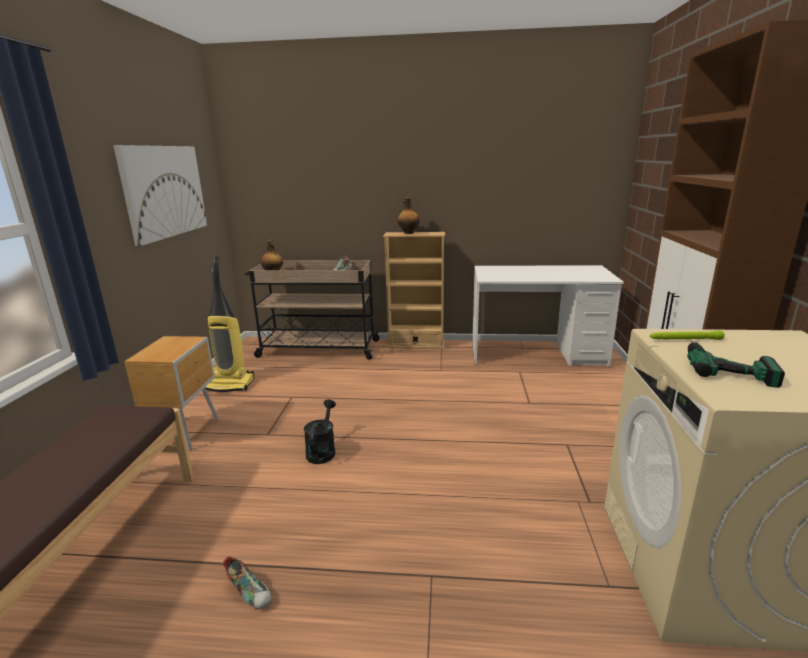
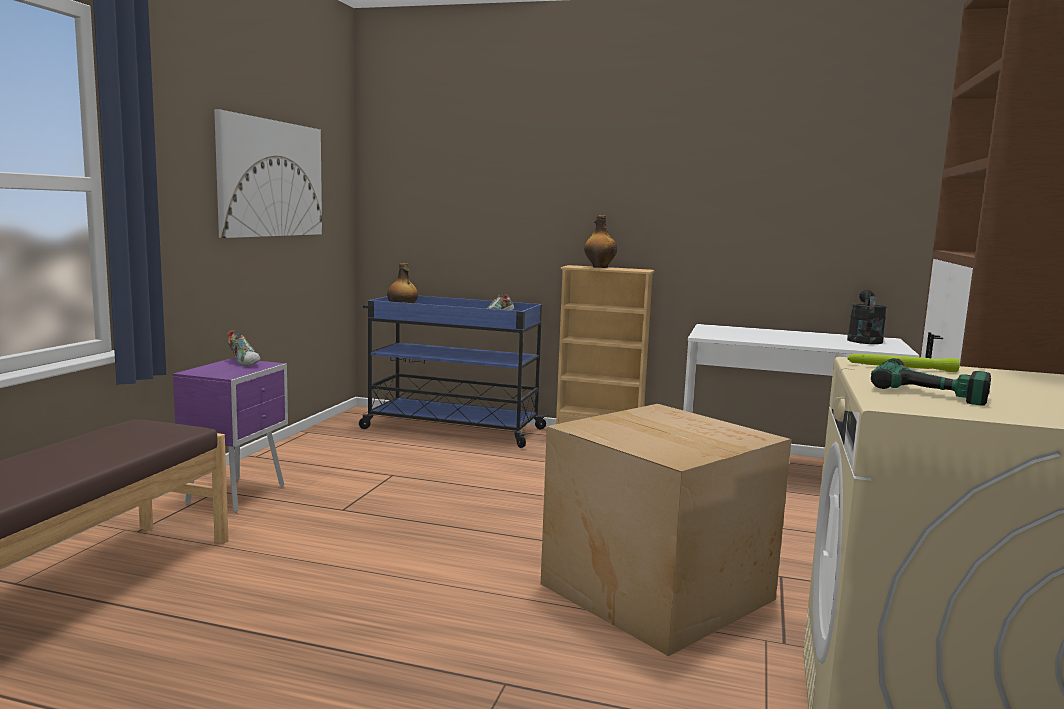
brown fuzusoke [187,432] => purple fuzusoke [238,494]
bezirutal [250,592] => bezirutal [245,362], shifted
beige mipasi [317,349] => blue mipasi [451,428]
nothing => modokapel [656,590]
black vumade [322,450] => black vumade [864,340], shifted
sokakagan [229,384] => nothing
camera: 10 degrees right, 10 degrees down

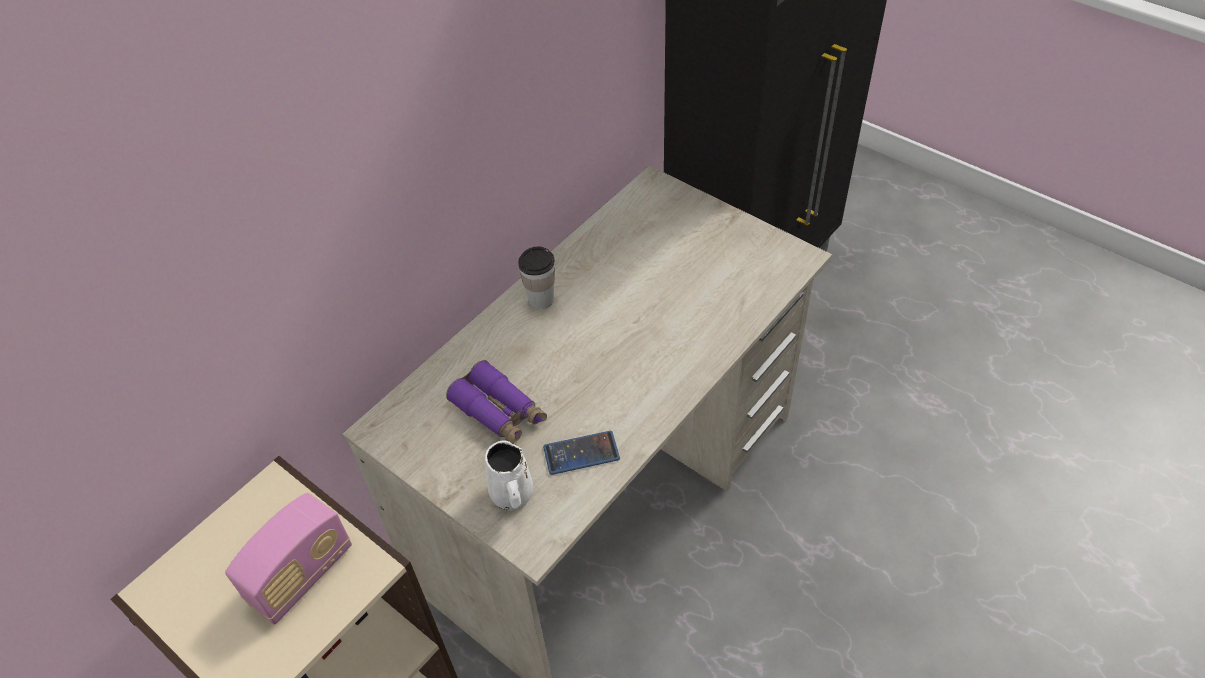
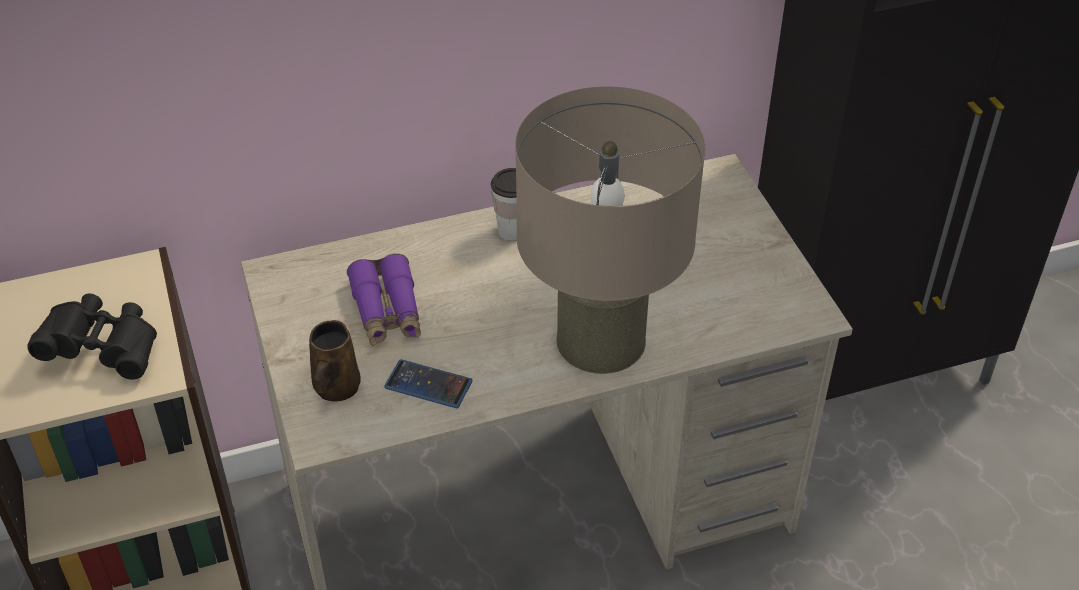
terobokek [302,575] => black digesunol [104,350]
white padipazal [512,496] => brown padipazal [335,388]
nothing => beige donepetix [600,340]
camera: 30 degrees right, 5 degrees down

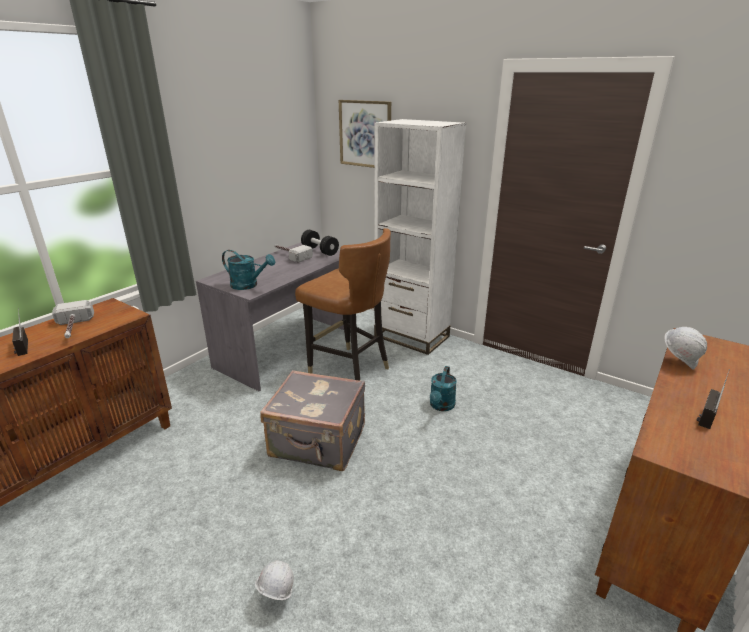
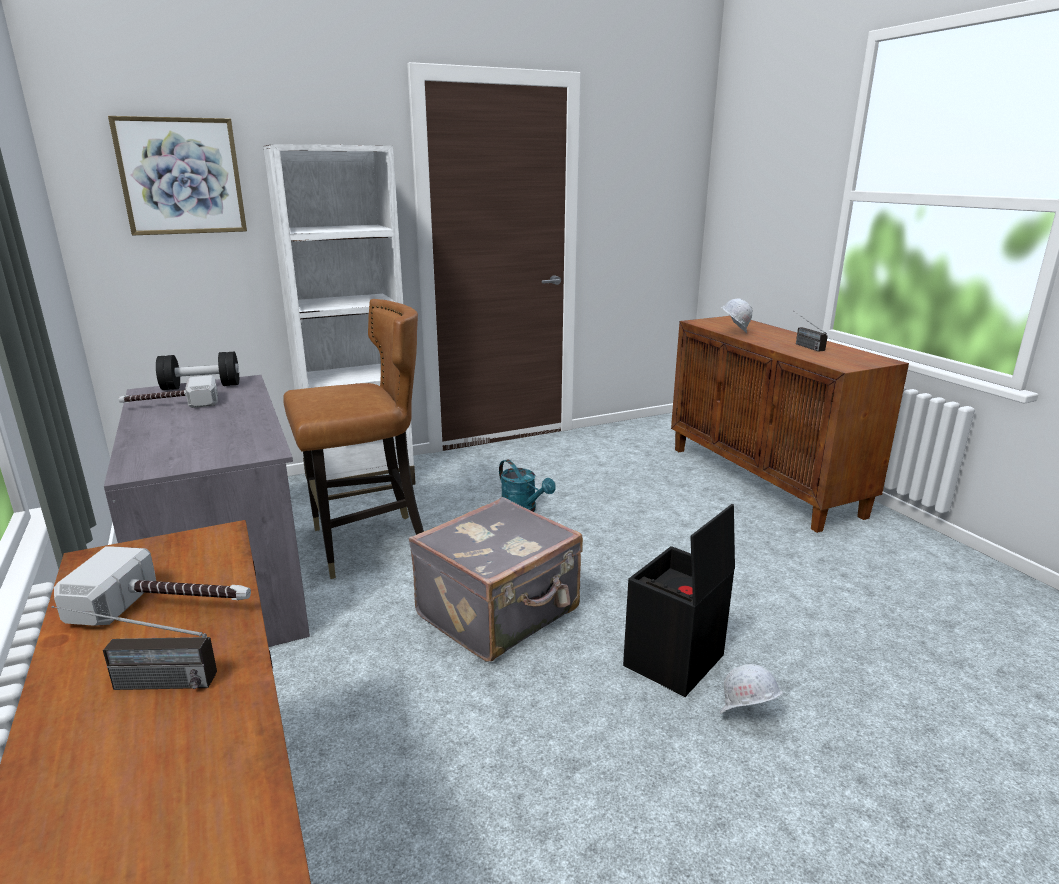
nothing => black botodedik [674,662]
turquoise vumade [248,285] => nothing
camera: 60 degrees left, 5 degrees down

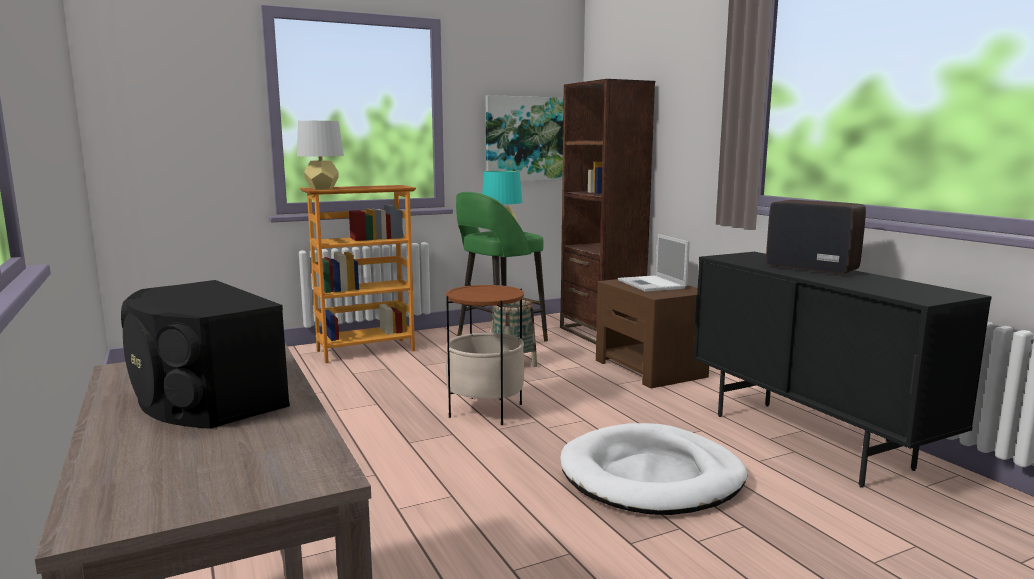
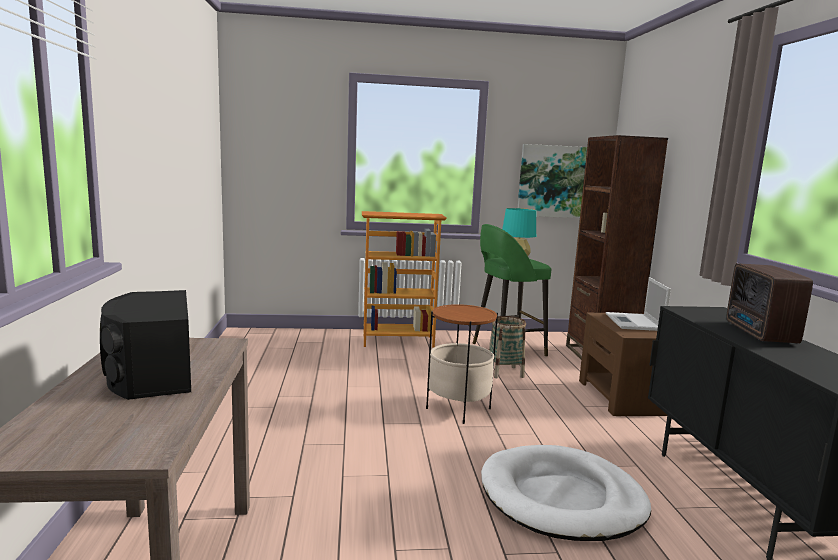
terobokek [810,268] => terobokek [760,333], 150 degrees counterclockwise
grey donepetix [322,189] => nothing
camera: 20 degrees right, 0 degrees up

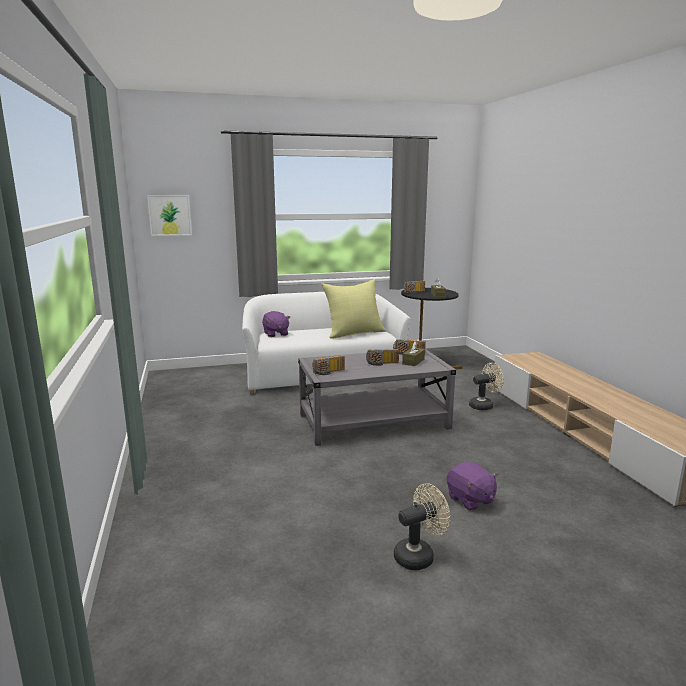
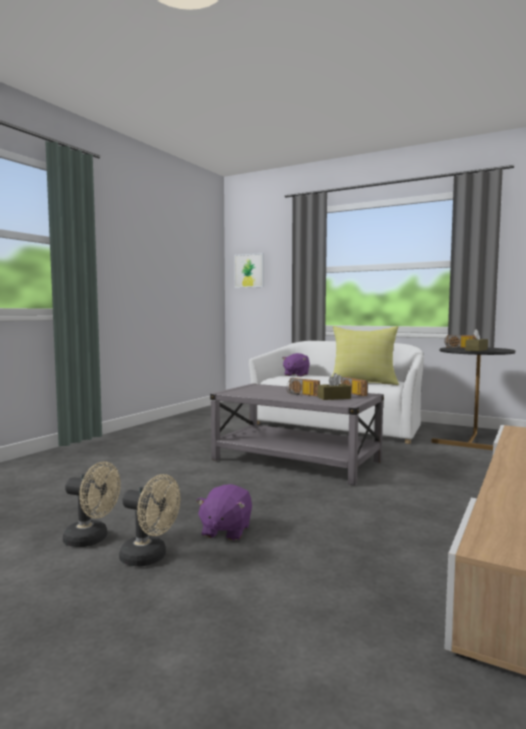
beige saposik [484,405] => beige saposik [150,558], shifted
terobokek [329,372] => nothing
camera: 45 degrees right, 10 degrees down

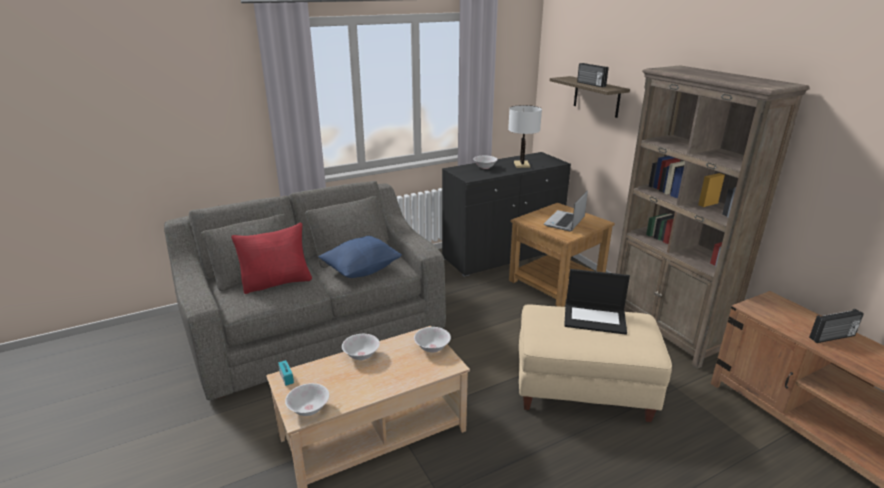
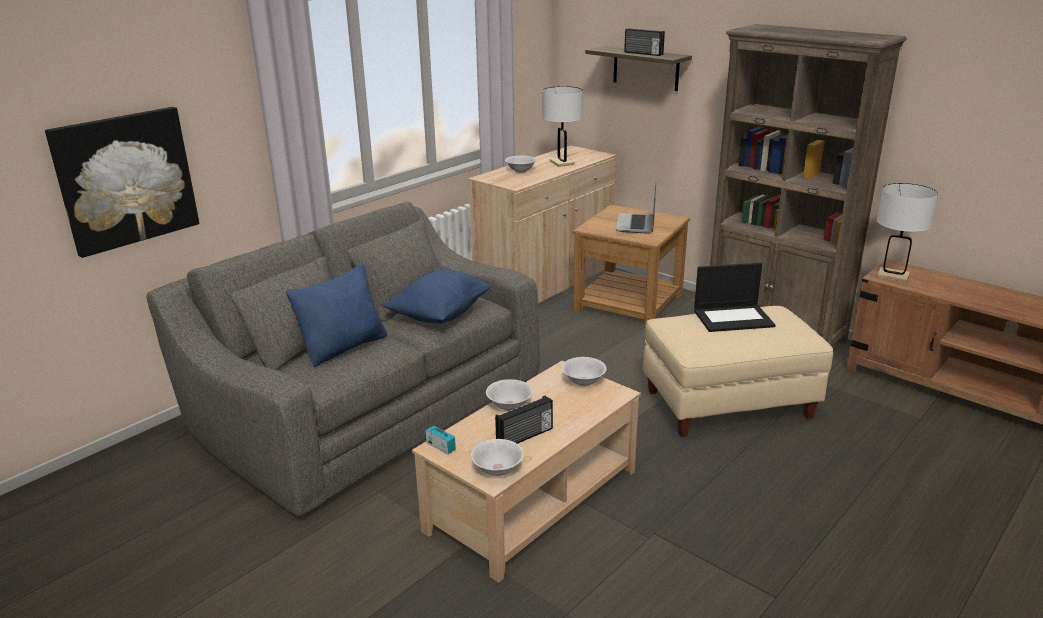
nothing => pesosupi [126,179]
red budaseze [277,282] => blue budaseze [344,347]
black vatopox [502,255] => beige vatopox [546,283]
terobokek [833,337] => terobokek [525,437], shifted
nothing => white donepetix [893,276]
camera: 20 degrees left, 0 degrees up

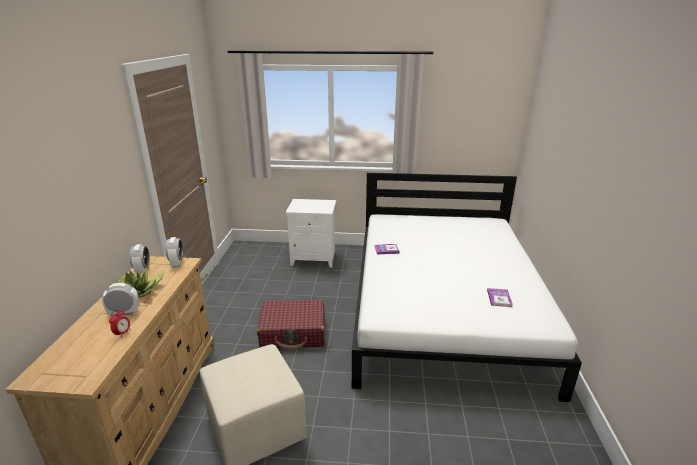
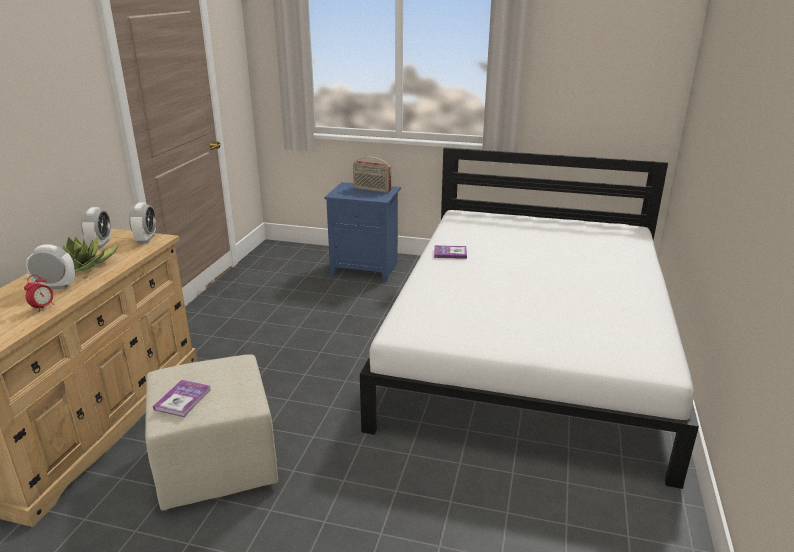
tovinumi [499,298] => tovinumi [183,399], shifted
white fuzusoke [314,258] => blue fuzusoke [366,268]
nothing => terobokek [371,189]
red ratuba [293,332] => nothing
camera: 10 degrees right, 0 degrees up

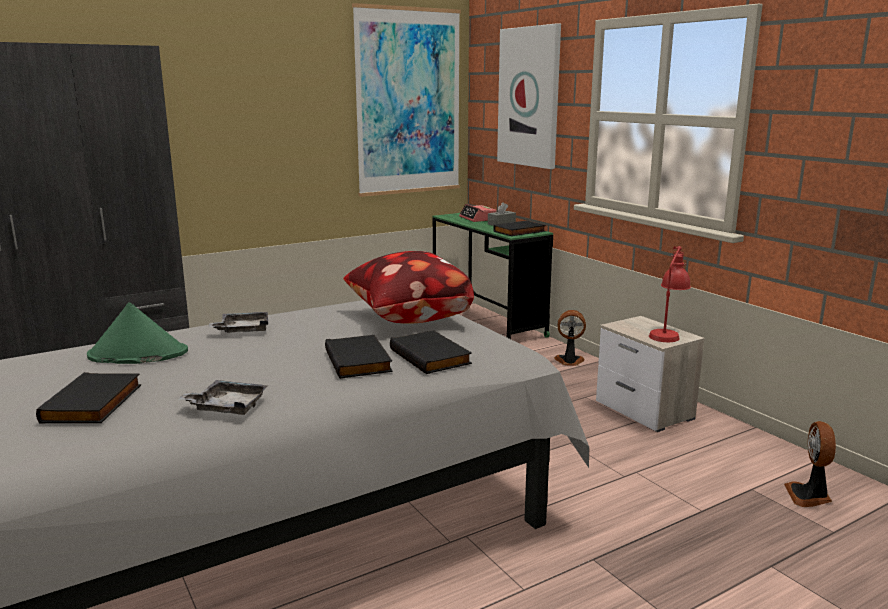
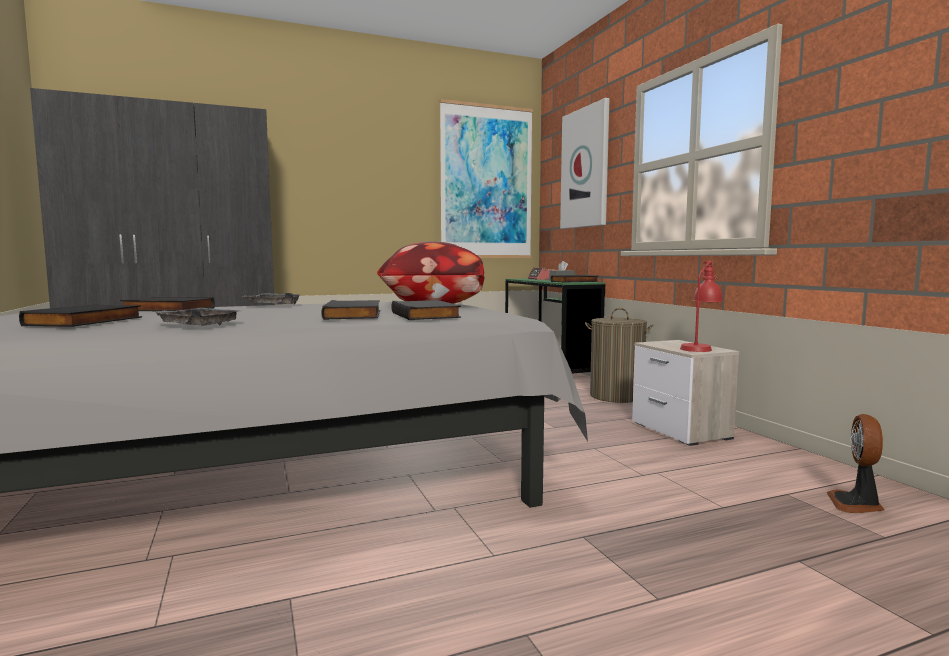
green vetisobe [137,354] => black tovinumi [167,310]
saposik [569,361] => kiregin [616,396]
camera: 10 degrees right, 10 degrees down

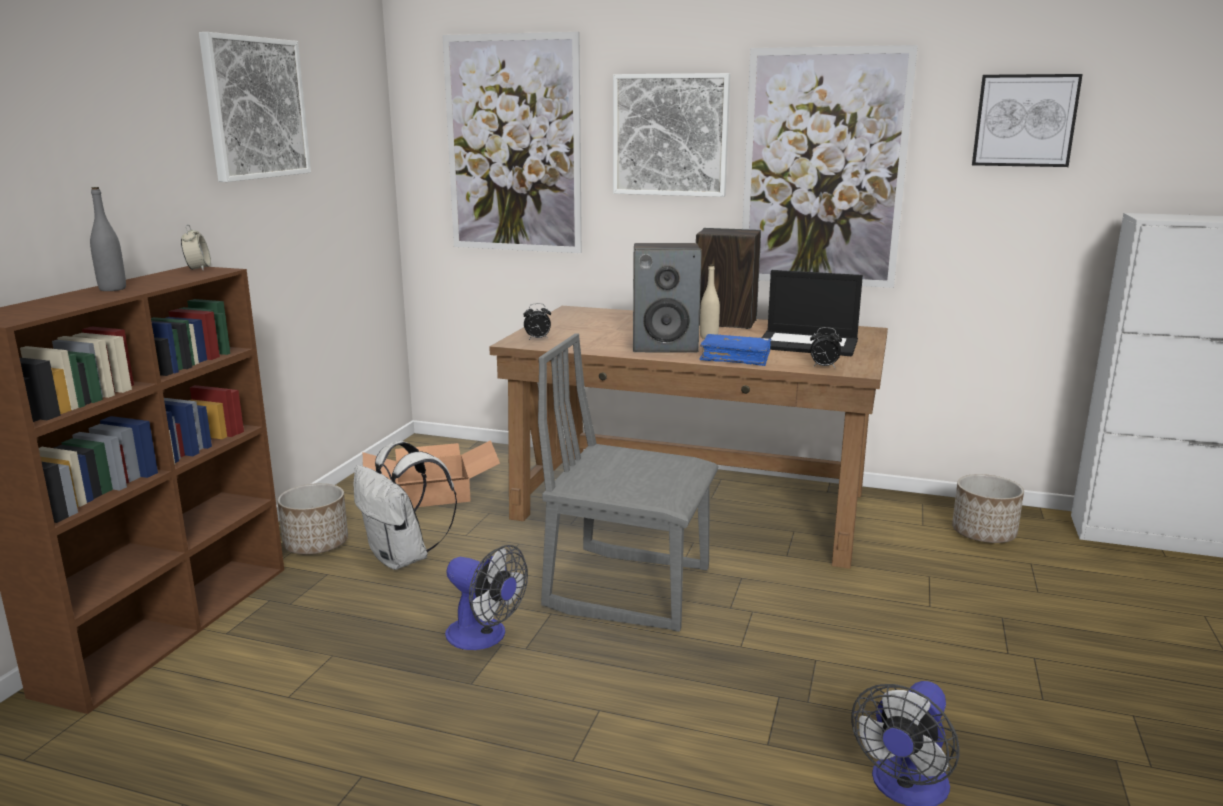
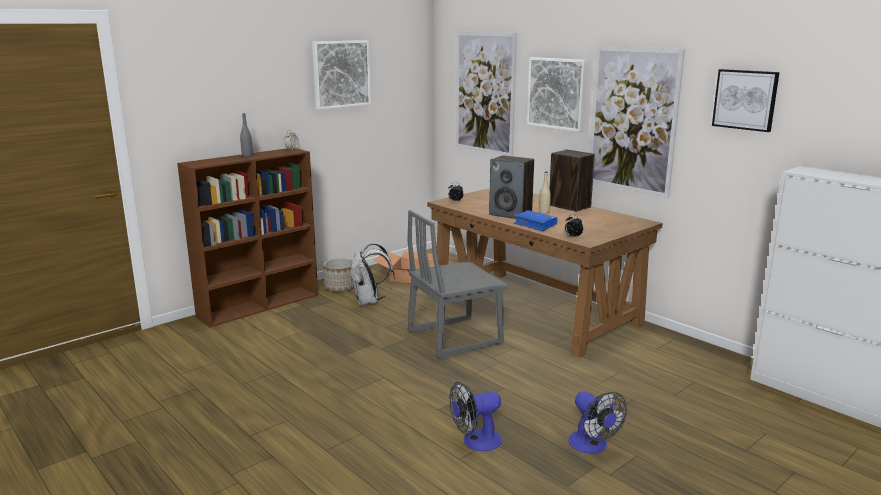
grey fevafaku [629,587] => grey fevafaku [454,337], 75 degrees counterclockwise
saposik [484,637] => saposik [592,446], shifted
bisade [809,344] => nothing
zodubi [984,533] => nothing
camera: 30 degrees right, 0 degrees up

